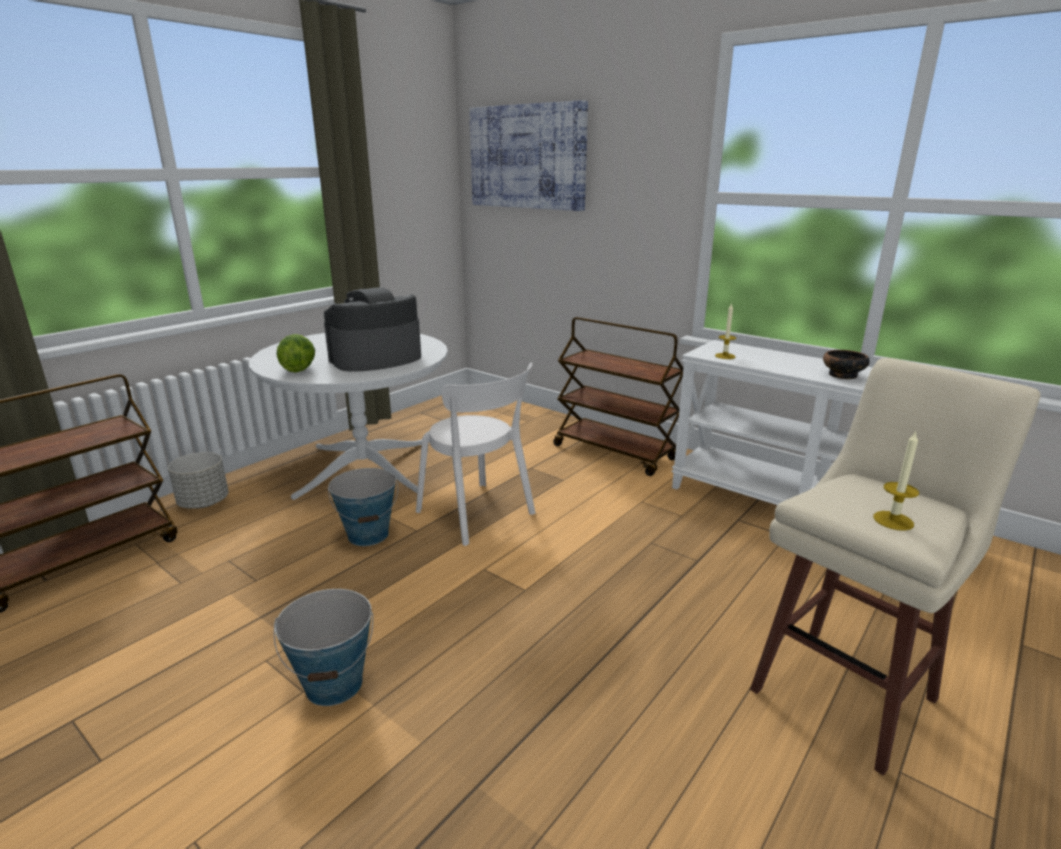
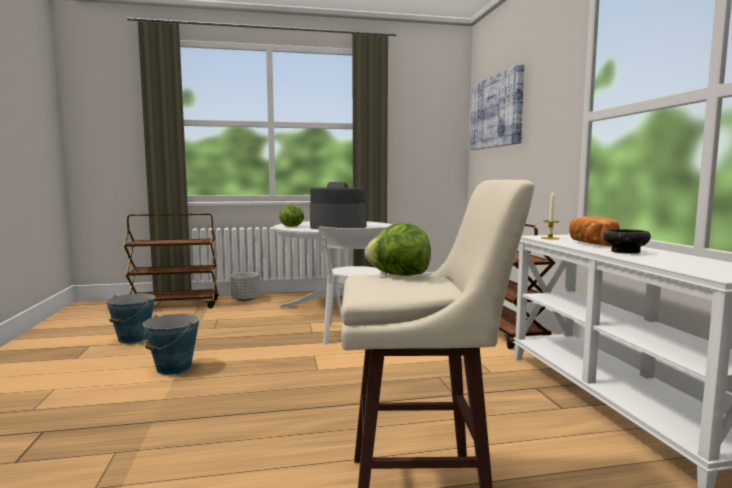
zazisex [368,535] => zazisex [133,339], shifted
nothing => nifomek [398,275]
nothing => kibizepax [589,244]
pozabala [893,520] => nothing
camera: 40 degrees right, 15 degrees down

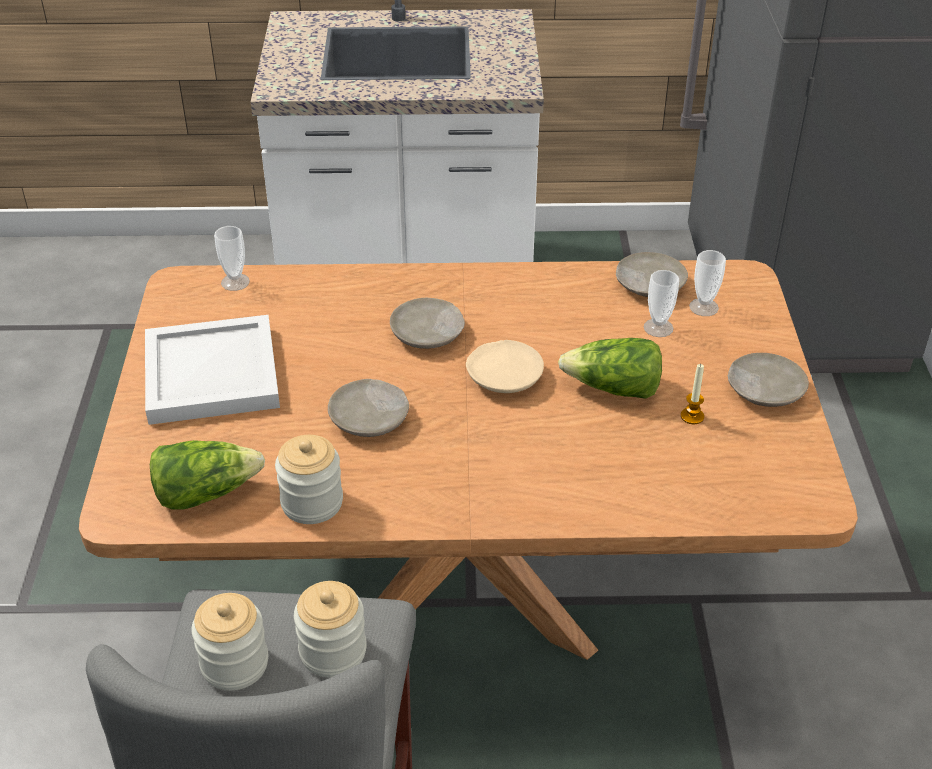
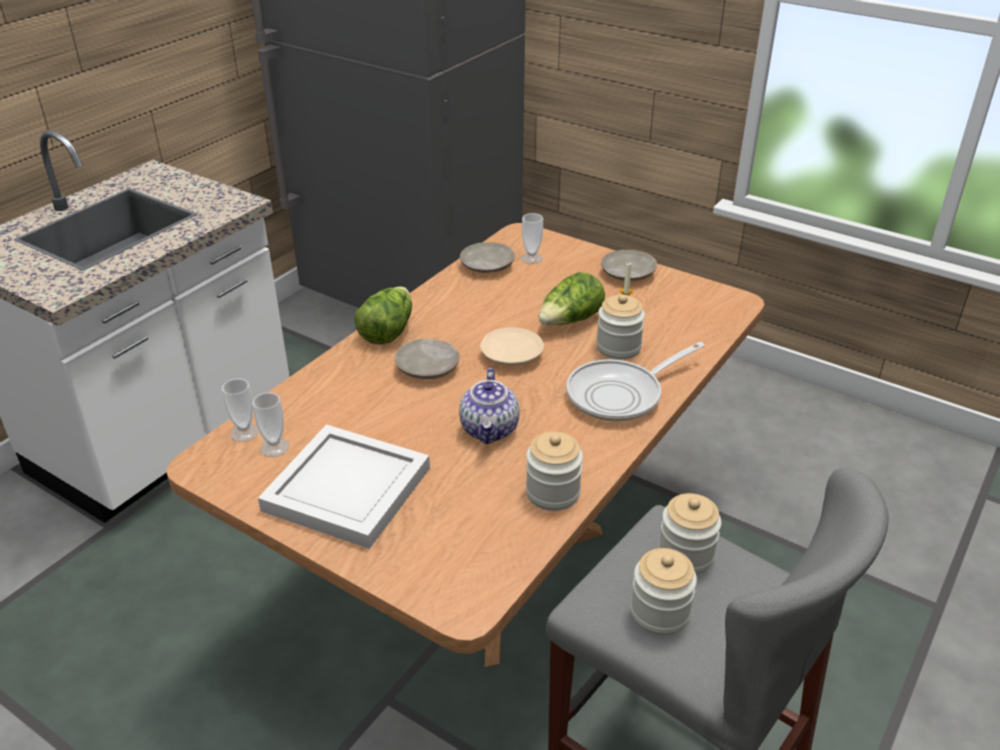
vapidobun [658,328] => vapidobun [274,447], shifted
nifomek [205,492] => nifomek [387,330], shifted
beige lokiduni [370,418] => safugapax [490,430]
nothing => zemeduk [621,395]
nothing => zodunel [618,347]
camera: 55 degrees left, 5 degrees down

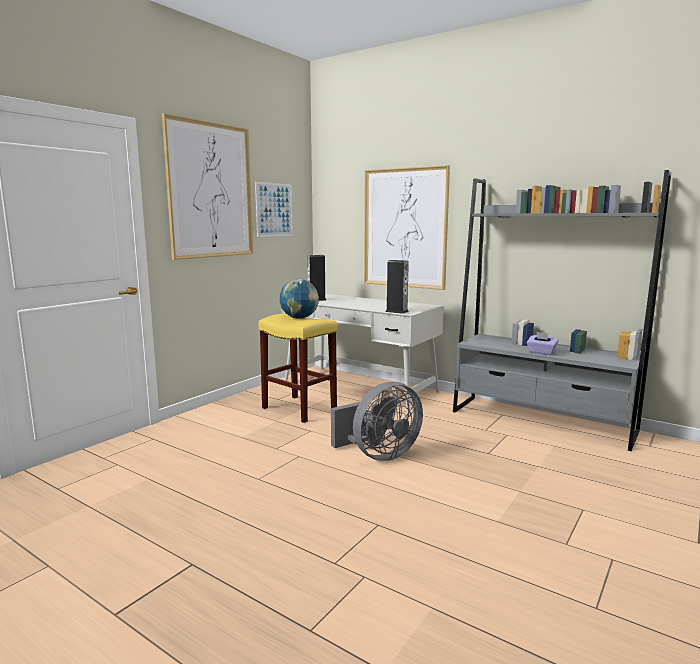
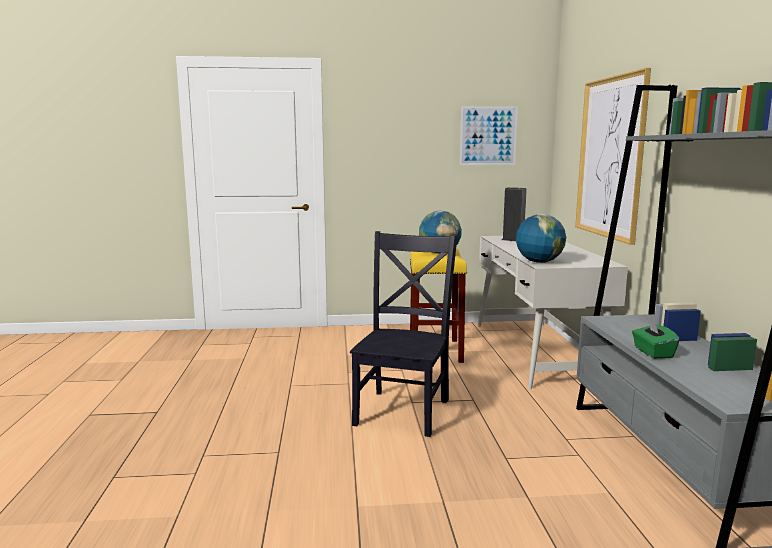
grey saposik [379,455] => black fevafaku [404,410]
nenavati [397,311] => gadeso [539,262]
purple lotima [541,352] => green lotima [652,353]
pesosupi [210,191] => nothing
camera: 50 degrees right, 0 degrees up

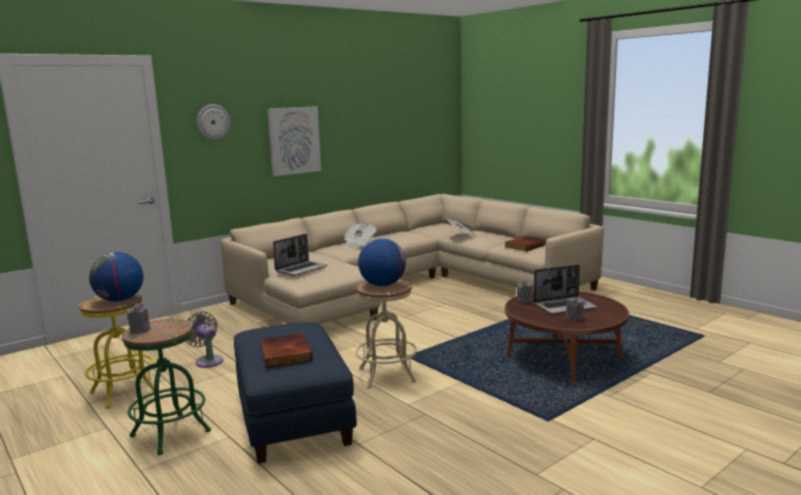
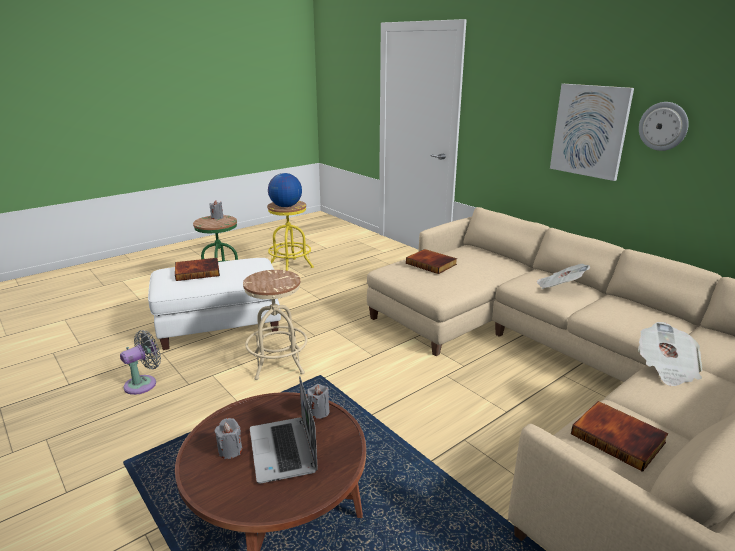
grey saposik [207,361] => grey saposik [144,383], shifted
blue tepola [293,417] => white tepola [220,325]
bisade [301,269] => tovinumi [432,263]
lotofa [213,122] => lotofa [663,126], shifted
gadeso [382,285] => nothing
camera: 90 degrees right, 10 degrees up

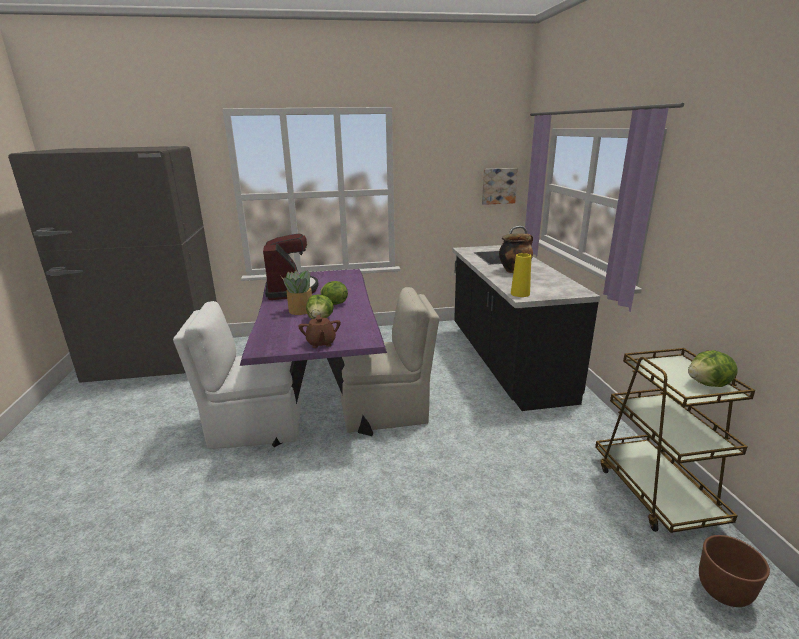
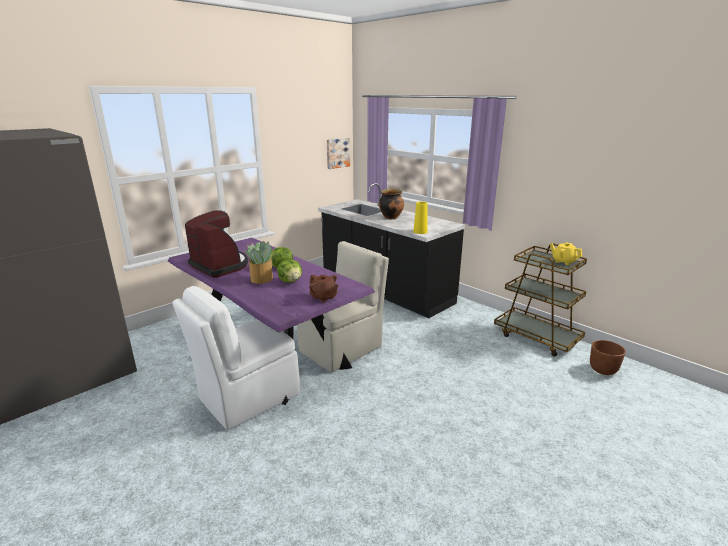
nifomek [708,384] => yellow safugapax [563,261]
camera: 35 degrees left, 0 degrees up

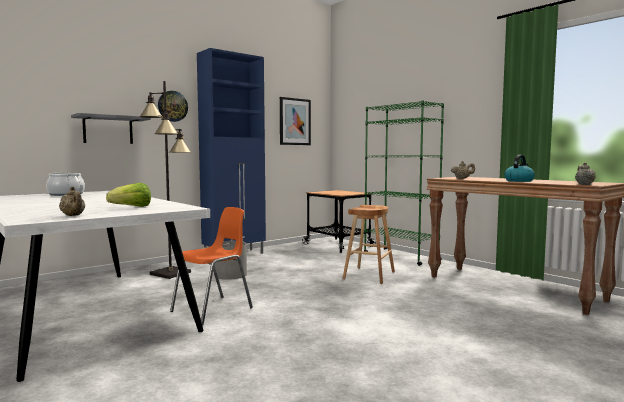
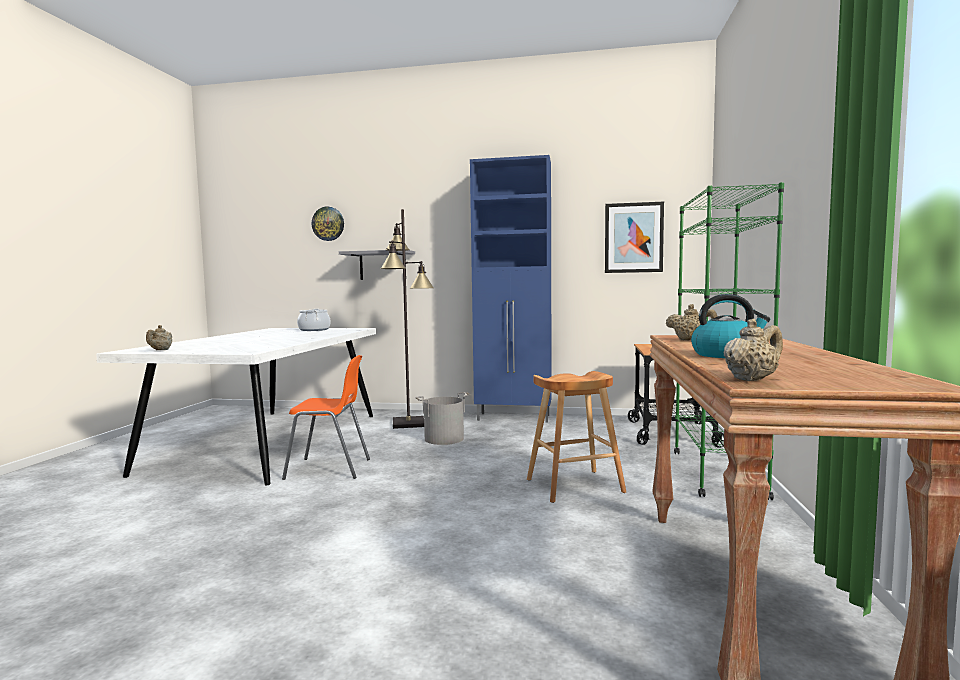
lotofa [172,106] => lotofa [328,223], shifted
nifomek [132,207] => nothing
camera: 50 degrees right, 0 degrees up

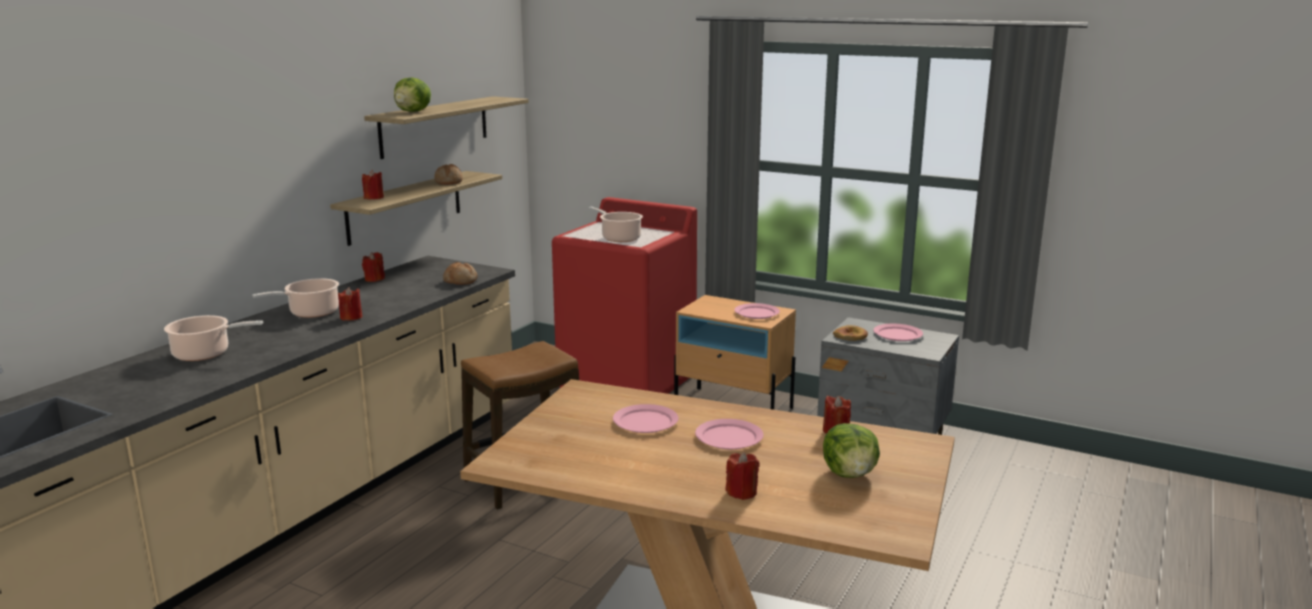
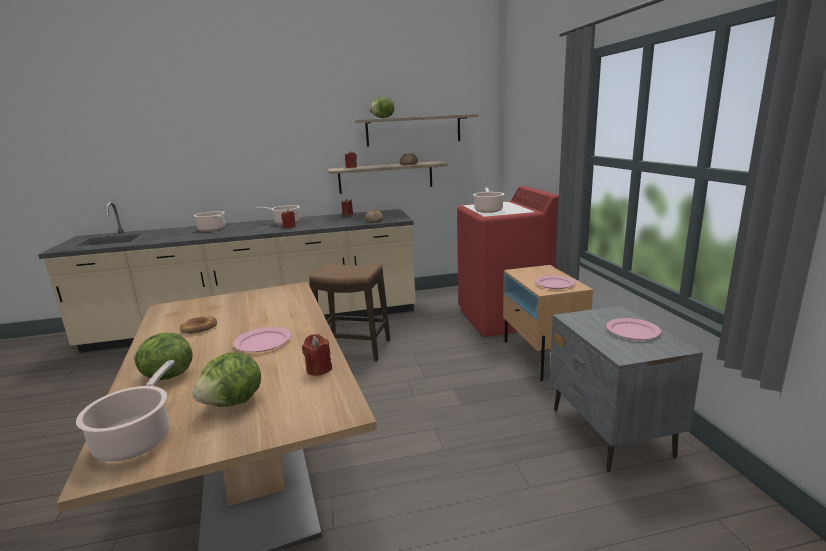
nothing => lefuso [136,438]
red pozabala [741,492] => nifomek [166,376]
kibizepax [851,336] => kibizepax [199,327], shifted
pink lokiduni [645,422] => nothing
camera: 50 degrees right, 0 degrees up

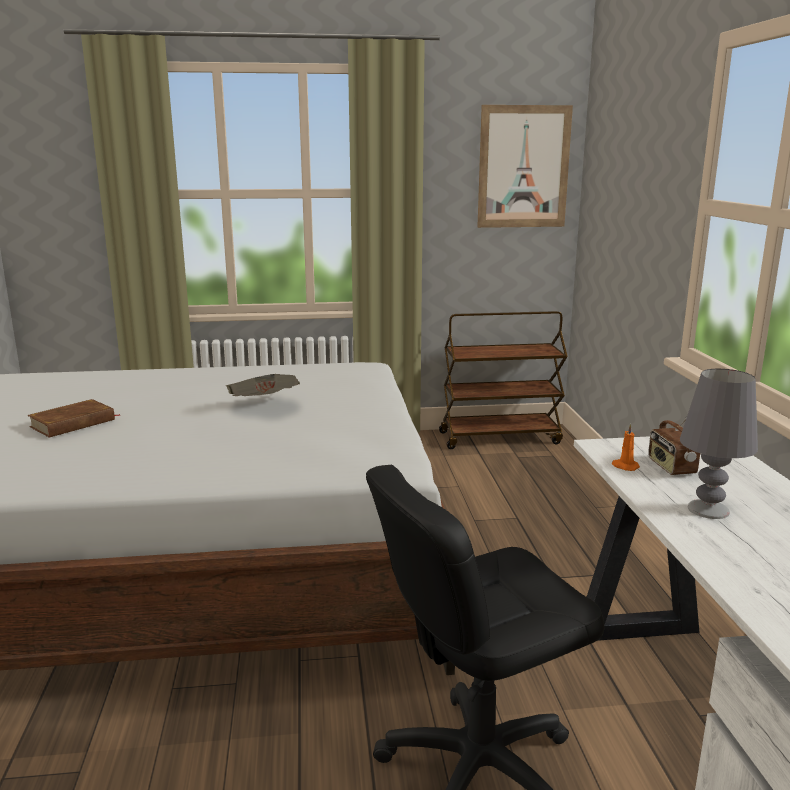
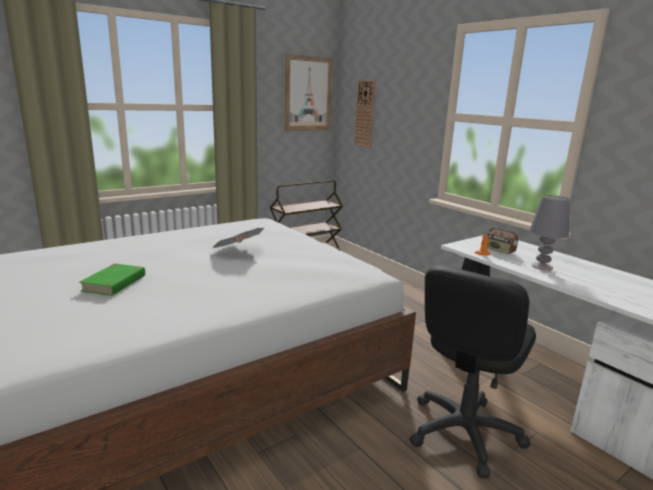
brown tovinumi [73,423] => green tovinumi [114,283]
nothing => lotofa [365,114]
camera: 30 degrees left, 0 degrees up

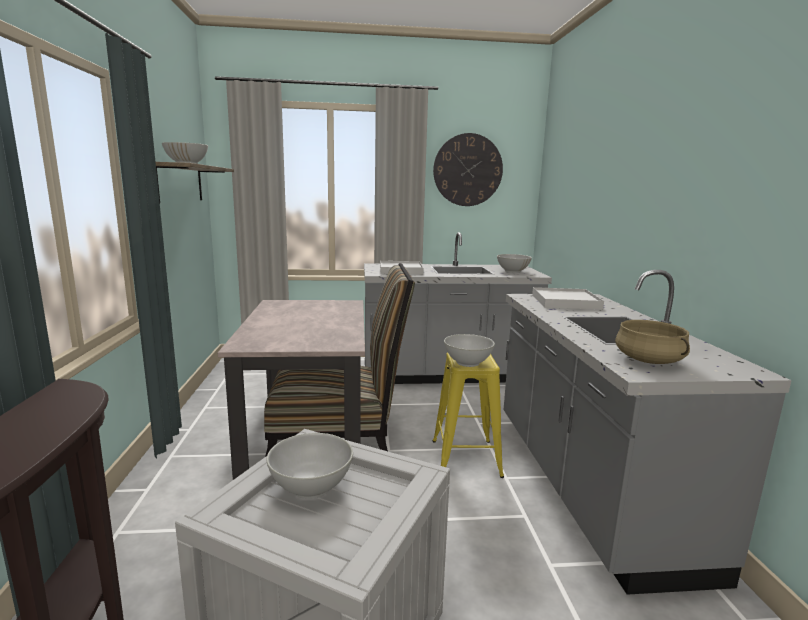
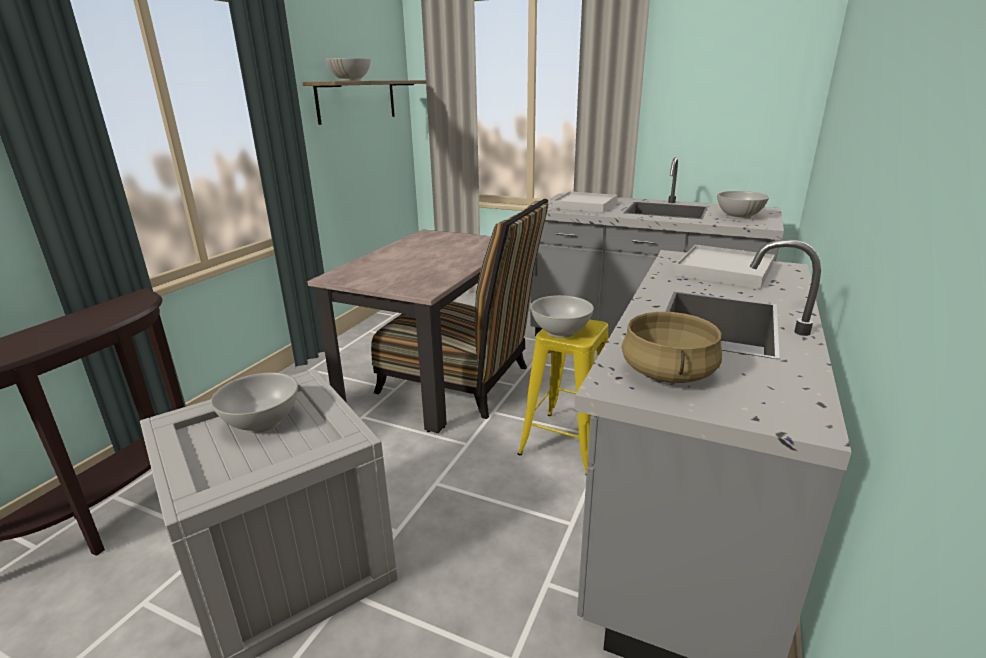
lotofa [467,170] => nothing
camera: 30 degrees right, 10 degrees up

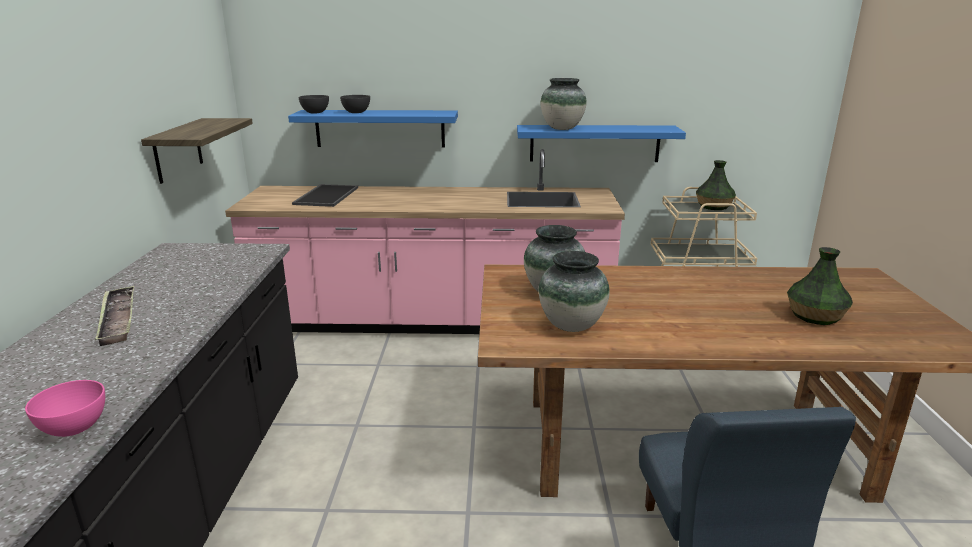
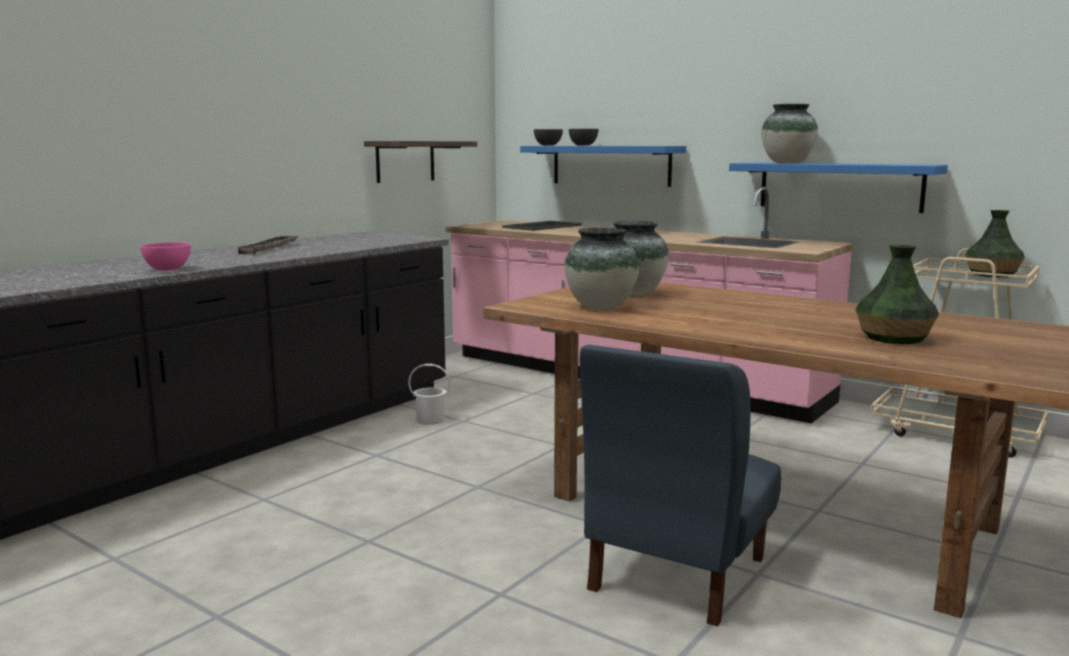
nothing => white zazisex [430,420]
camera: 35 degrees right, 10 degrees down

